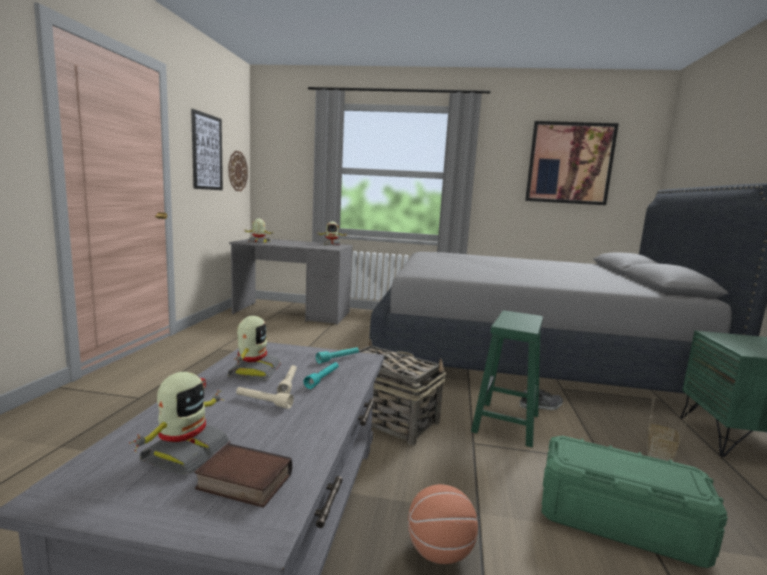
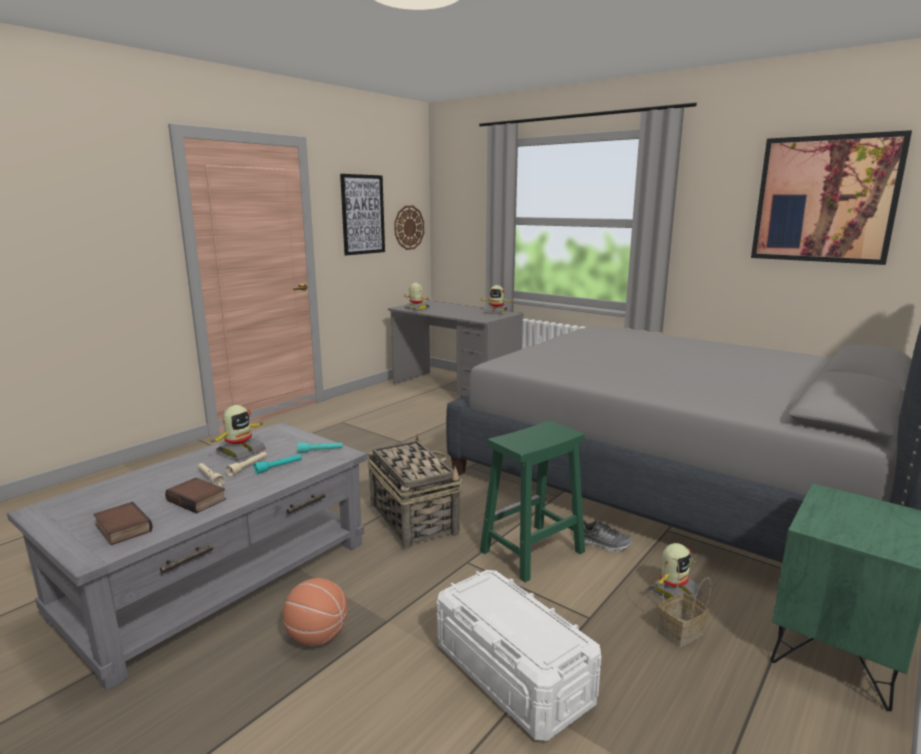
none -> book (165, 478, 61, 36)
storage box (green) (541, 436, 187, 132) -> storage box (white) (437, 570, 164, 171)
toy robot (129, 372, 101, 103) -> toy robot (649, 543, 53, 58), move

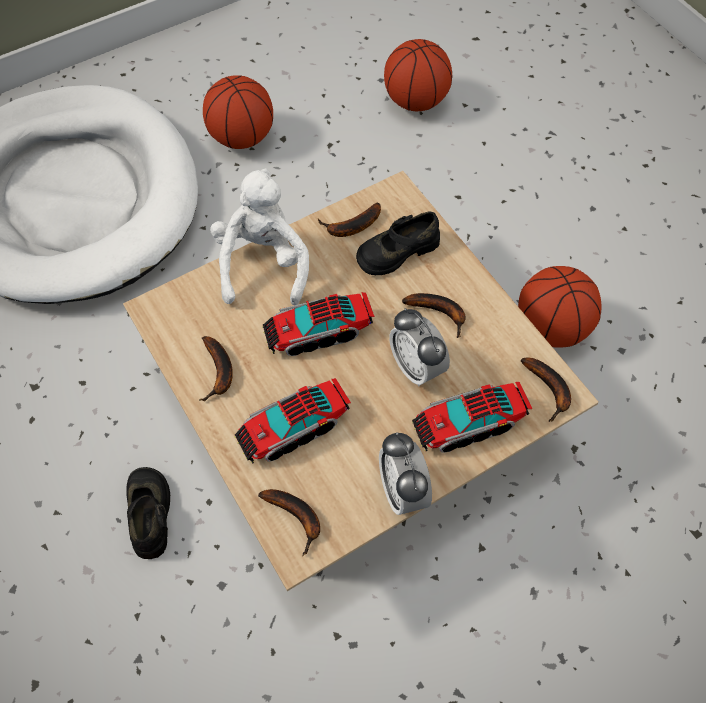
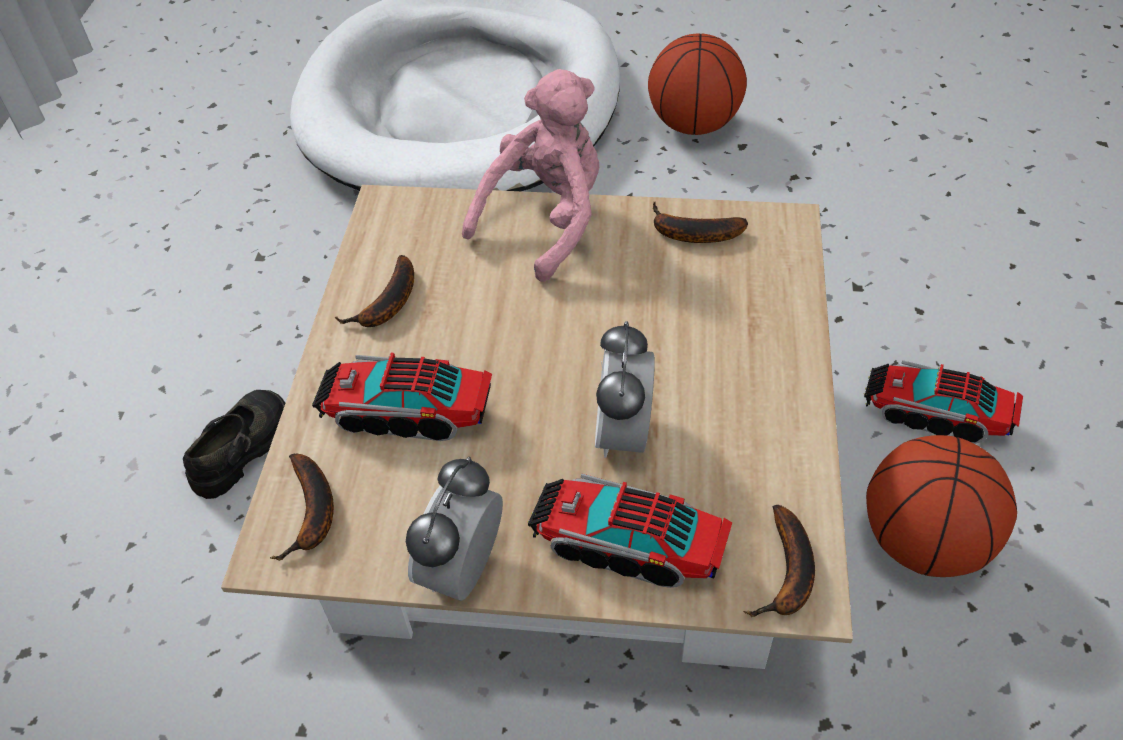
plush toy (white) (210, 168, 99, 137) -> plush toy (pink) (462, 69, 137, 213)
toy truck (262, 292, 113, 64) -> toy truck (864, 360, 159, 84), move
shoe (black) (356, 211, 84, 64) -> none
basketball (384, 39, 68, 72) -> none
banana (402, 293, 64, 45) -> none

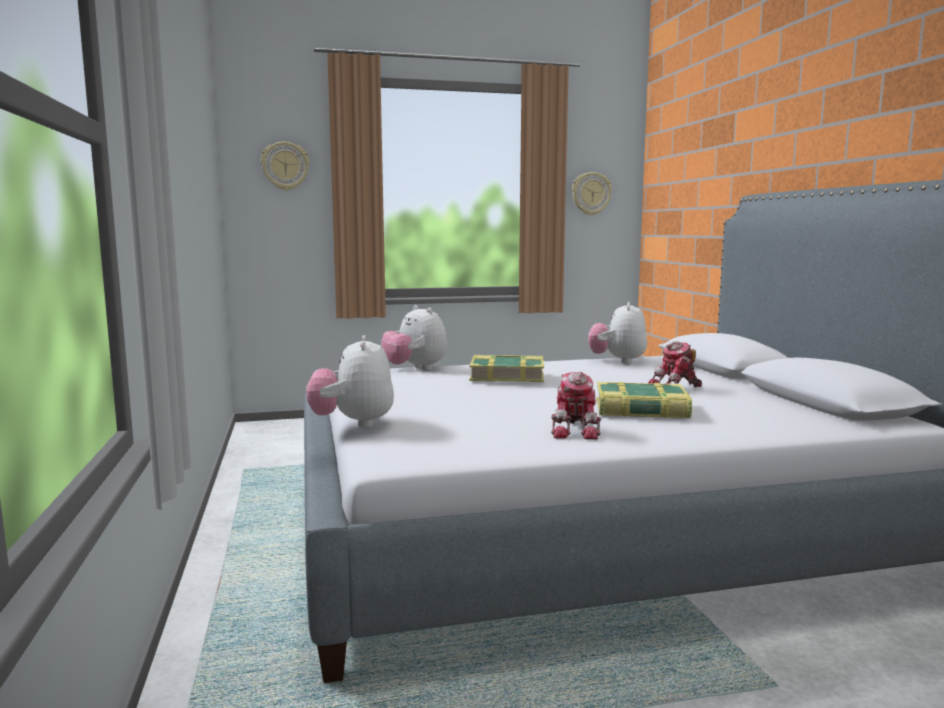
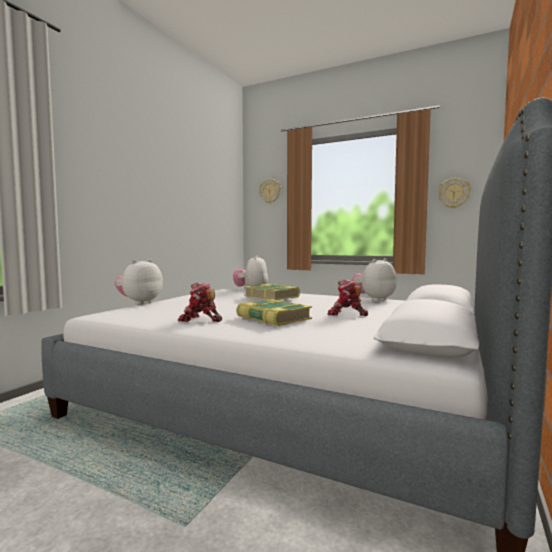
toy robot (551, 372, 50, 68) -> toy robot (178, 282, 44, 40), 60 degrees clockwise

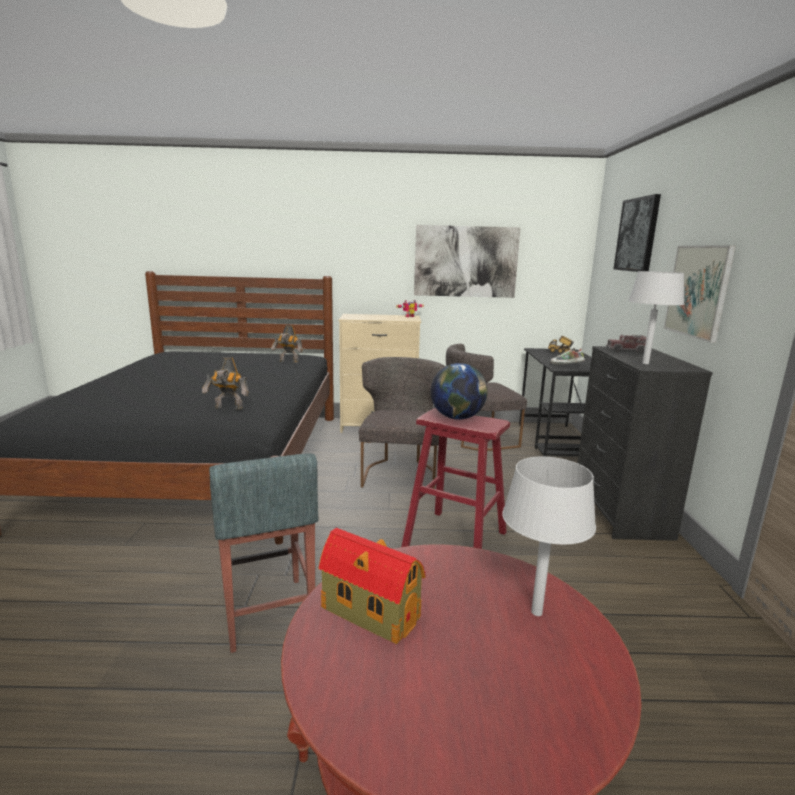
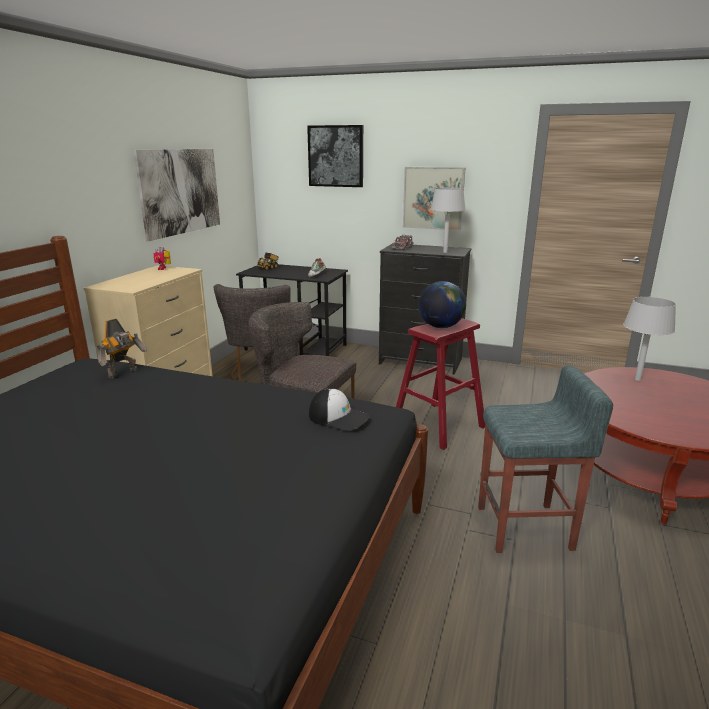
toy robot (202, 357, 47, 53) -> cap (309, 388, 61, 43)
toy house (318, 528, 108, 116) -> none

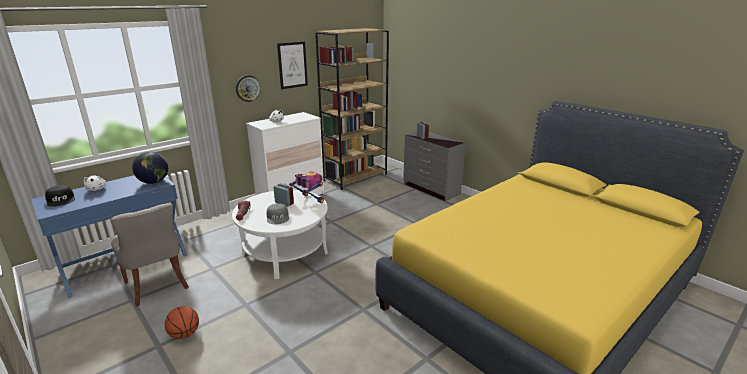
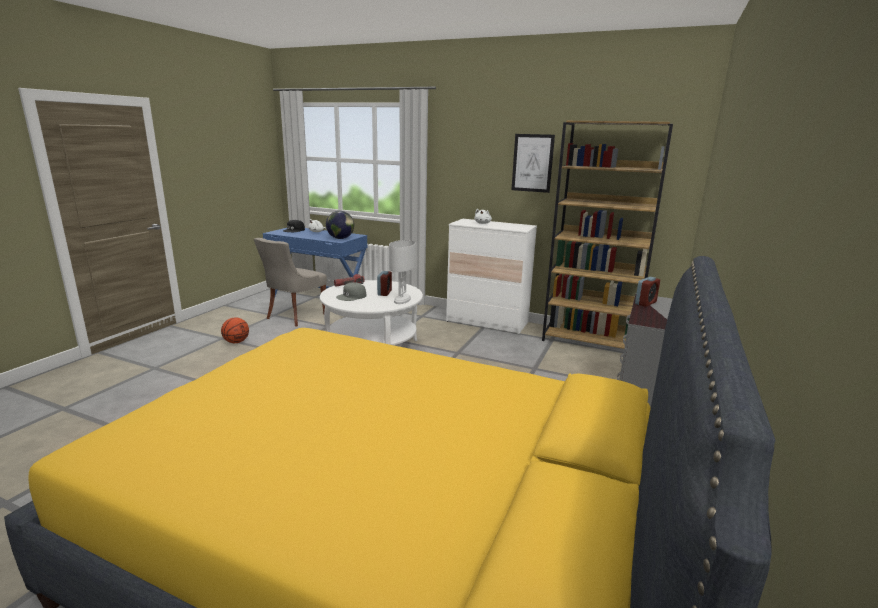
toy robot (289, 171, 35, 32) -> table lamp (white) (389, 240, 27, 64)
wall clock (236, 75, 25, 27) -> none

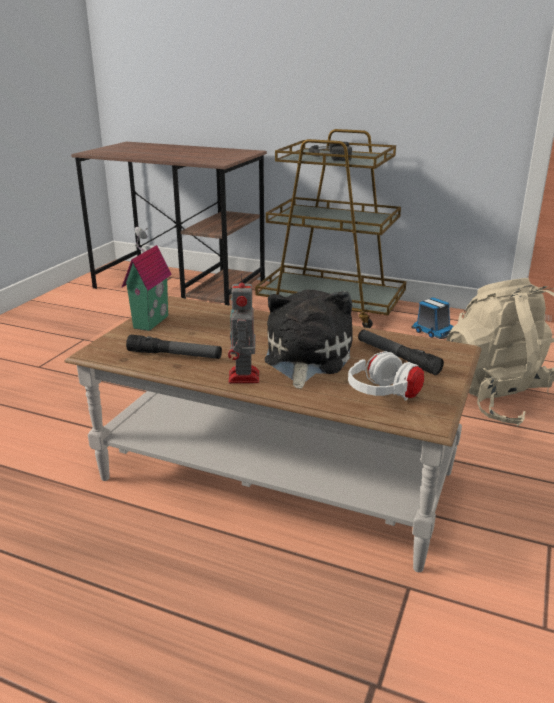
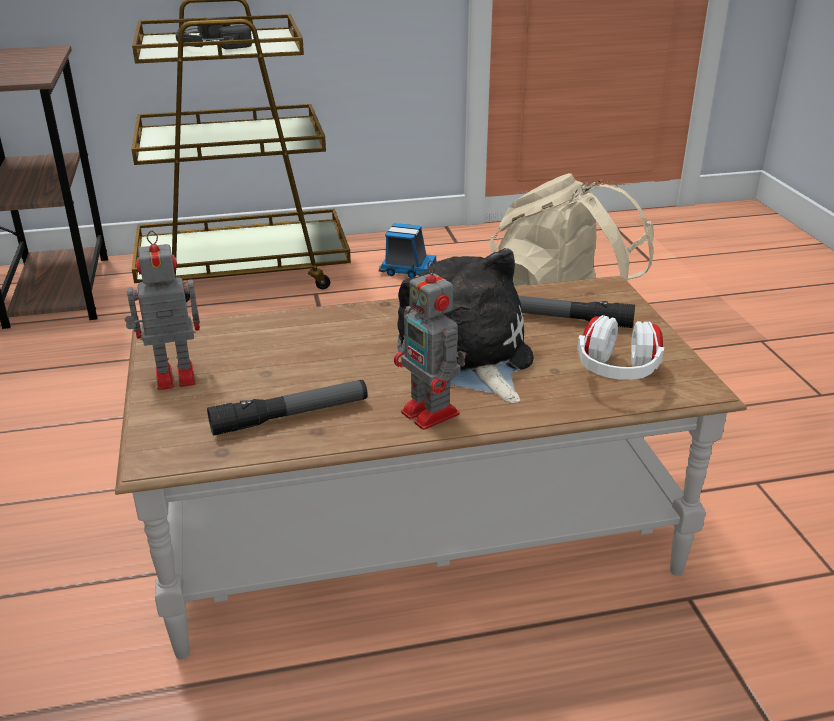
toy house (122, 227, 50, 104) -> toy robot (125, 230, 75, 160)

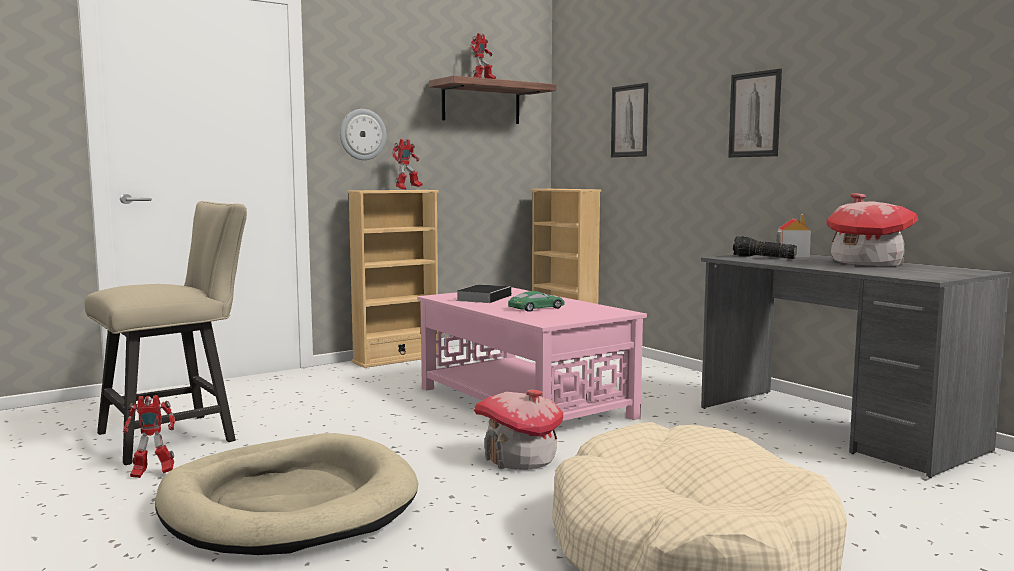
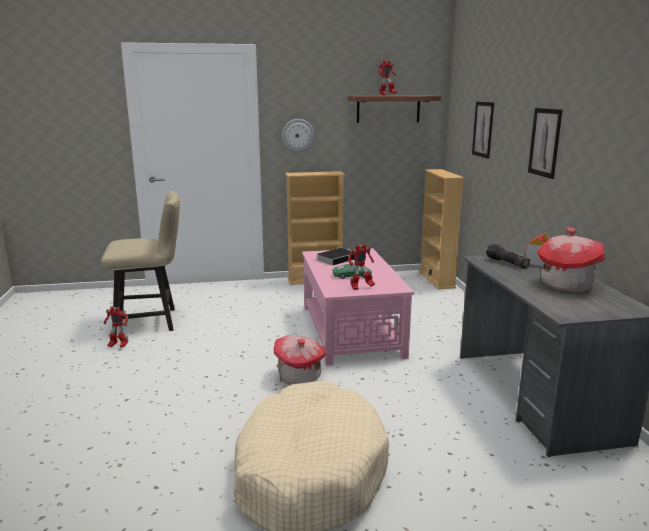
toy robot (392, 139, 31, 51) -> toy robot (348, 244, 27, 46), move
dog bed (beige) (155, 433, 263, 122) -> none

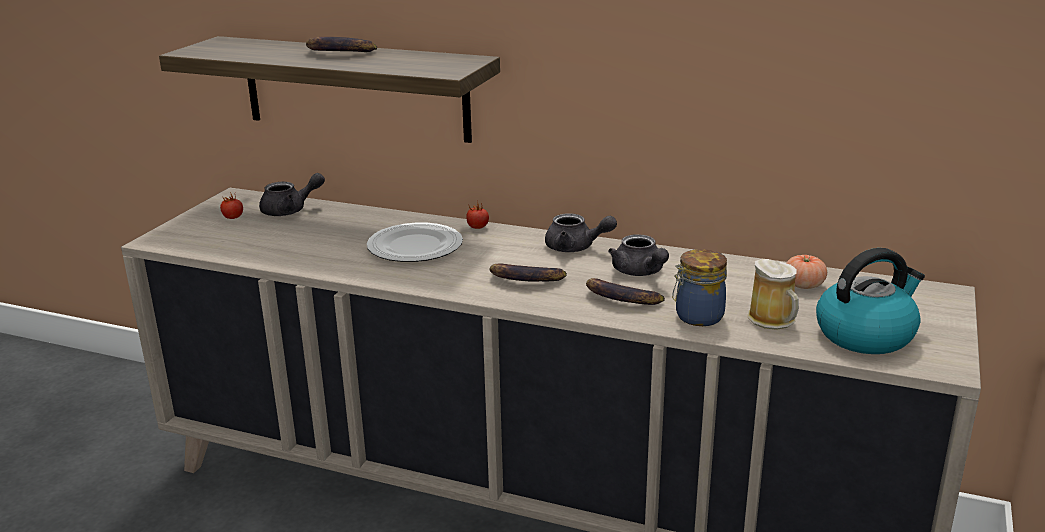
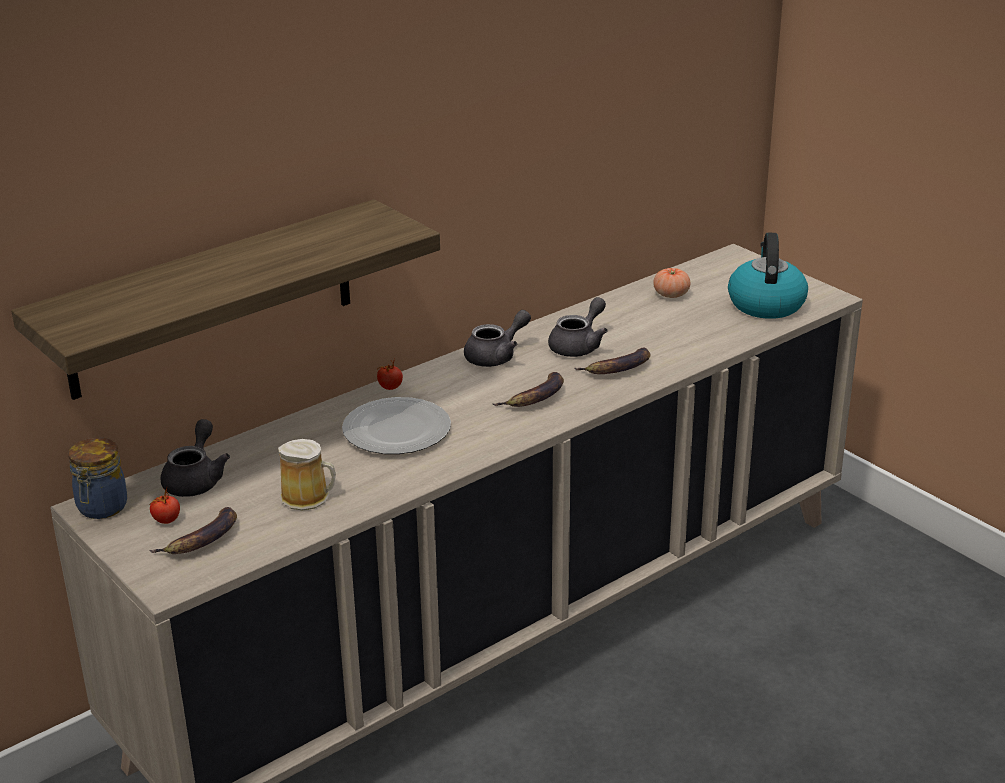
jar (672, 249, 55, 77) -> jar (69, 438, 58, 81), move
banana (306, 37, 71, 15) -> banana (149, 507, 88, 47), move
mug (748, 259, 51, 71) -> mug (278, 439, 58, 72), move
teapot (grey) (608, 234, 61, 42) -> teapot (grey) (548, 297, 60, 60), 60 degrees counterclockwise

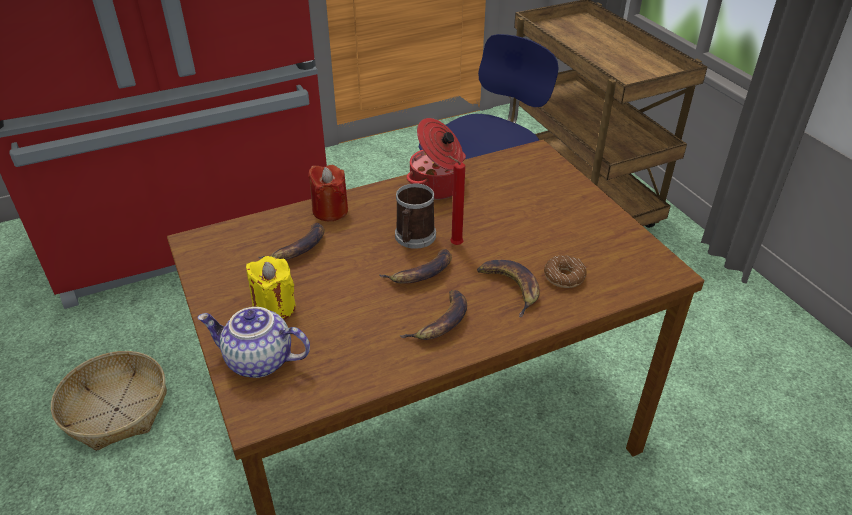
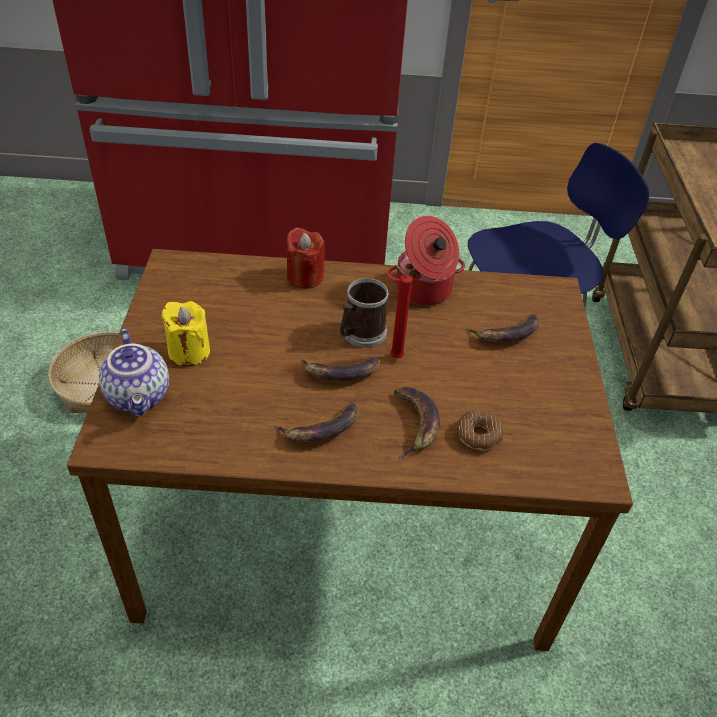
teapot (197, 307, 113, 71) -> teapot (99, 329, 70, 87), 150 degrees counterclockwise
banana (258, 223, 67, 37) -> banana (466, 314, 74, 28), move

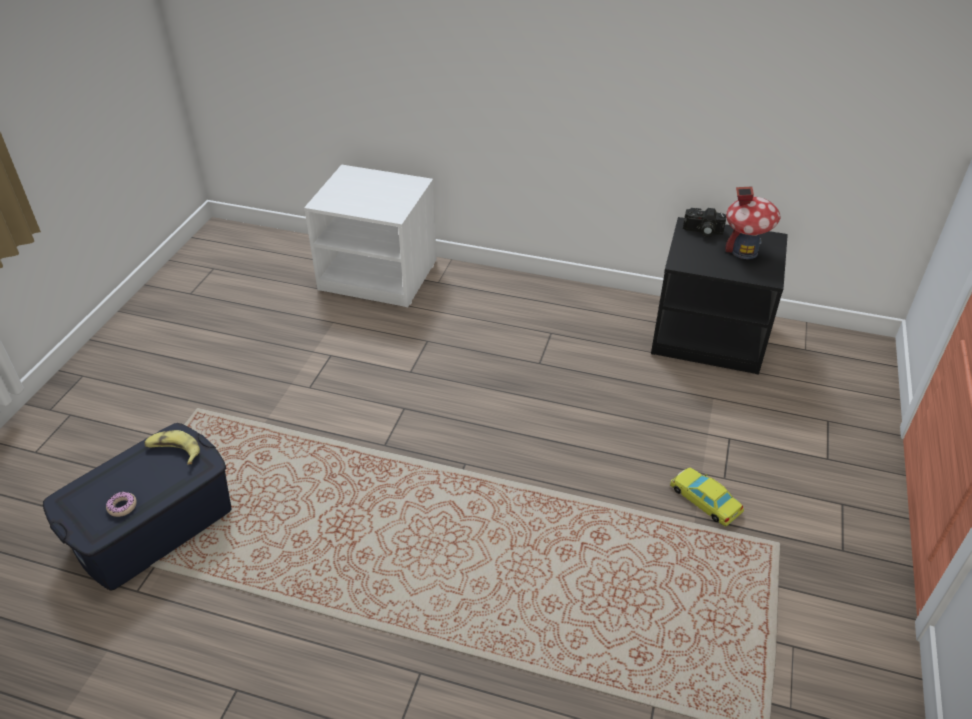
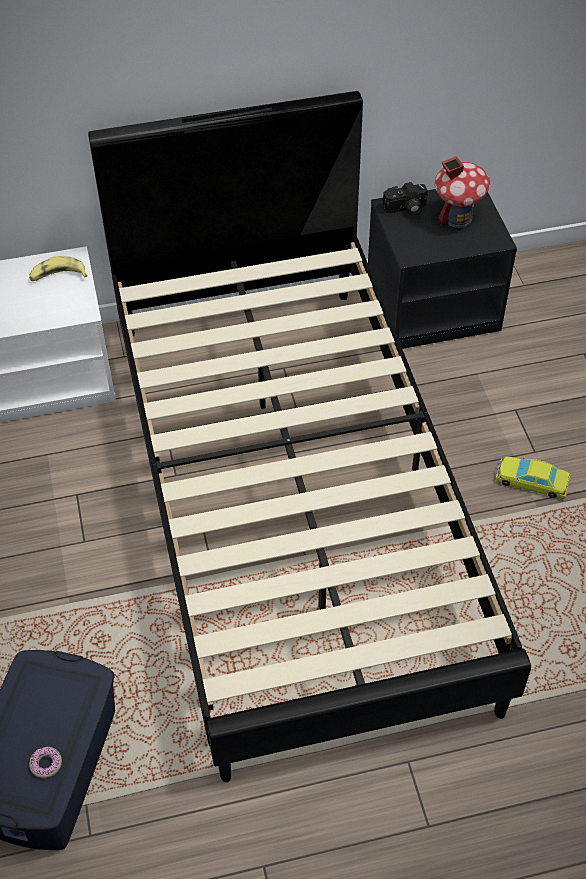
banana (144, 430, 56, 35) -> banana (29, 256, 58, 25), move
none -> bed (black) (88, 91, 443, 691)

